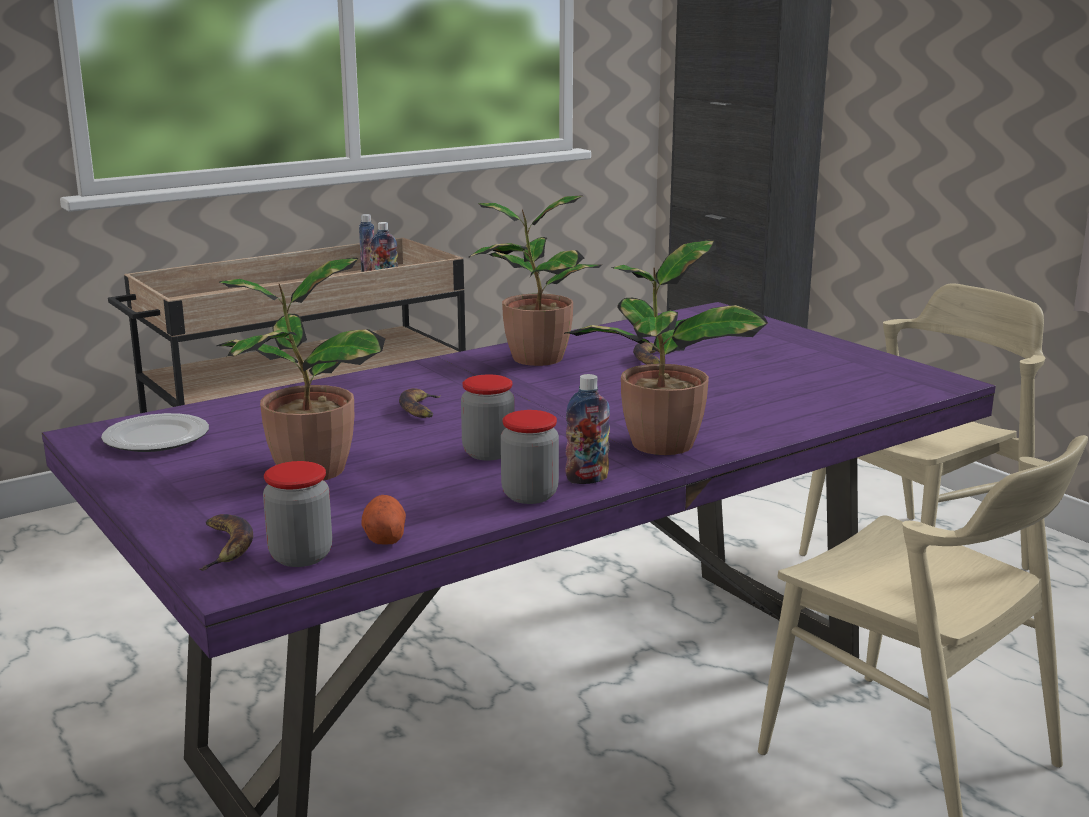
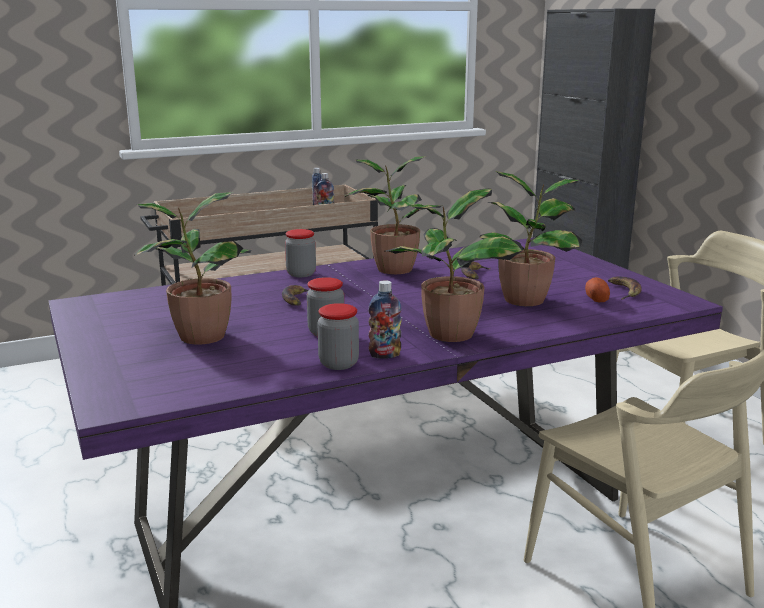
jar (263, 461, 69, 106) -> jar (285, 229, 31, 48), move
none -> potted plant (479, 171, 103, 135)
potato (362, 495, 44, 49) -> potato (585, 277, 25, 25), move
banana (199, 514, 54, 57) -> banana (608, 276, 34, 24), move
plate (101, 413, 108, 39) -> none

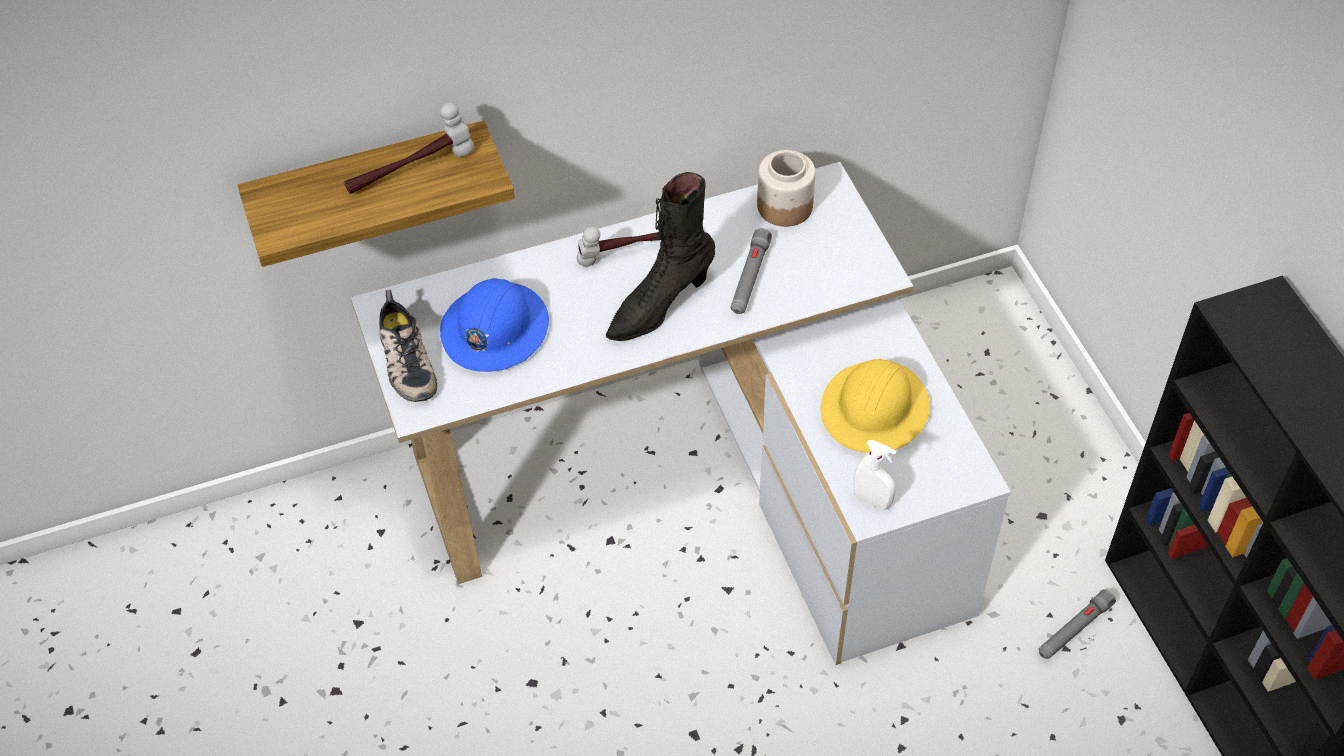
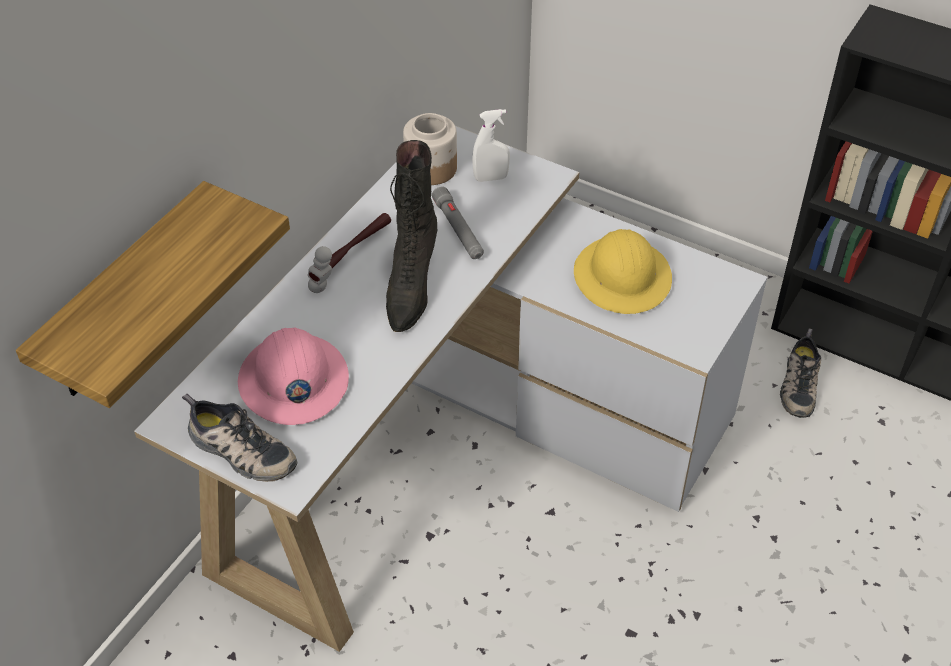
hard hat (blue) (440, 278, 109, 94) -> hard hat (pink) (238, 327, 111, 98)
spray bottle (white) (854, 440, 42, 70) -> spray bottle (white) (472, 109, 38, 73), move
flashlight (grey) (1039, 589, 77, 70) -> shoe (780, 328, 41, 90)
hammer (343, 102, 131, 92) -> none

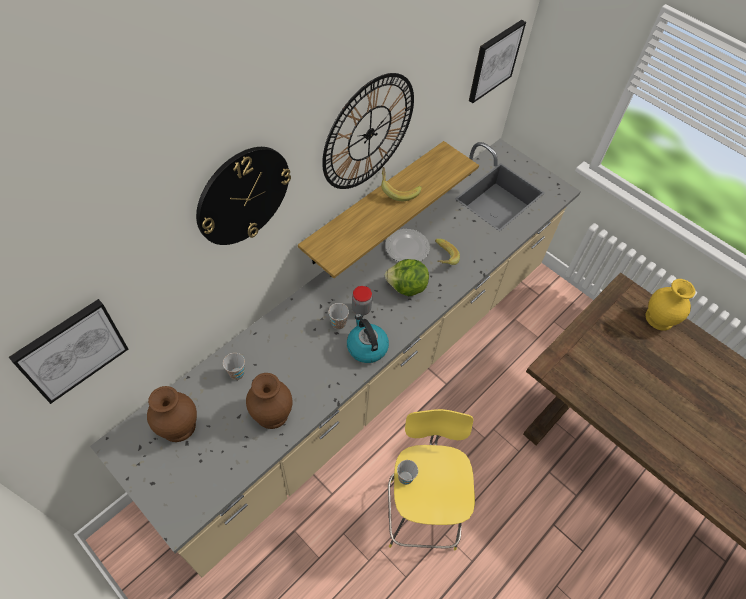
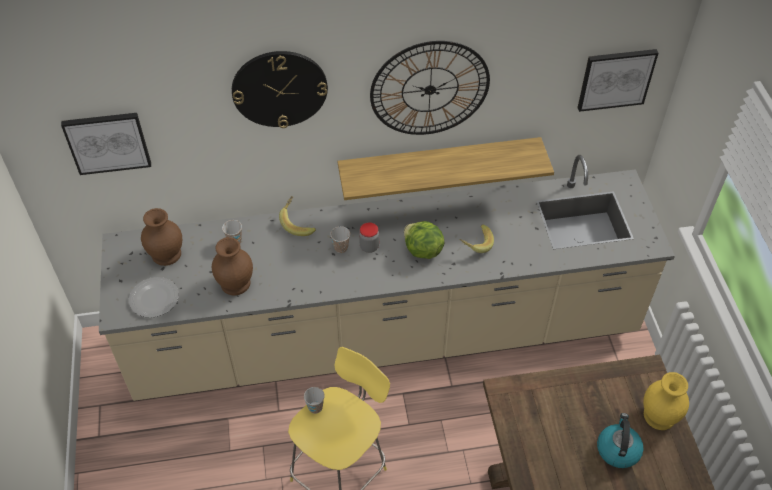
plate (385, 229, 45, 33) -> plate (129, 277, 50, 41), move
banana (381, 167, 41, 34) -> banana (279, 196, 37, 40), move
kettle (347, 314, 42, 49) -> kettle (597, 413, 47, 55), move

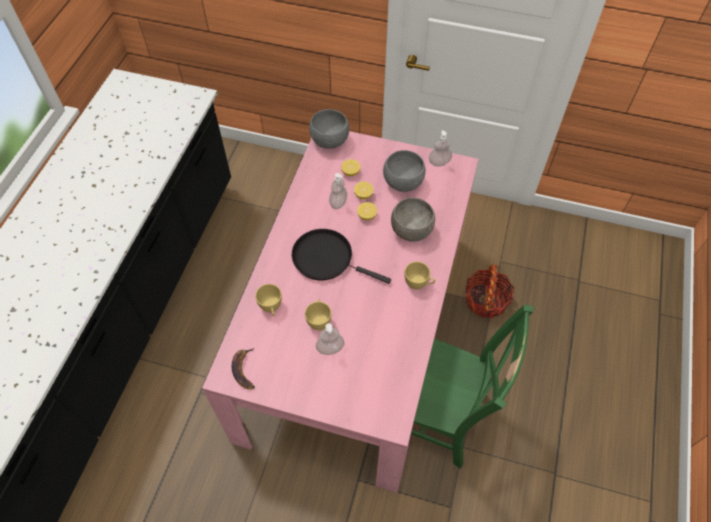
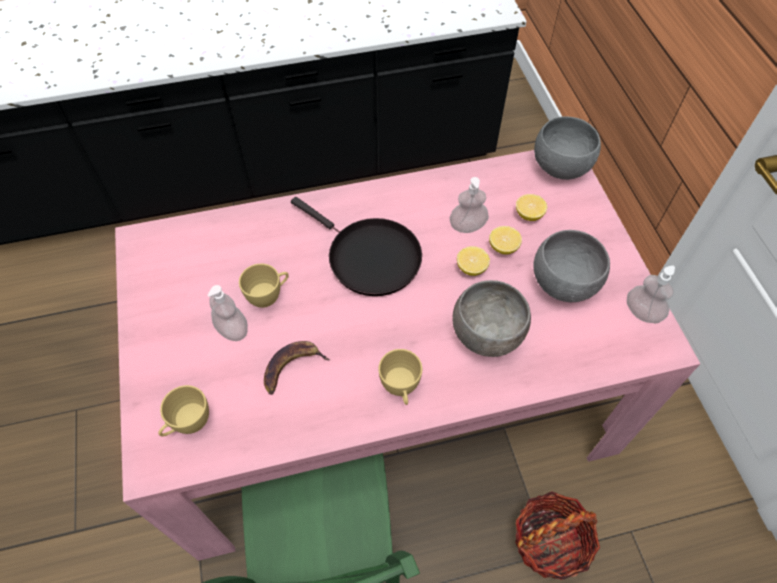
cup (yellow) (255, 284, 27, 32) -> cup (yellow) (158, 385, 51, 51), move
banana (232, 348, 23, 41) -> banana (264, 341, 66, 54), move
frying pan (black) (292, 229, 99, 55) -> frying pan (black) (291, 197, 131, 99), 135 degrees clockwise

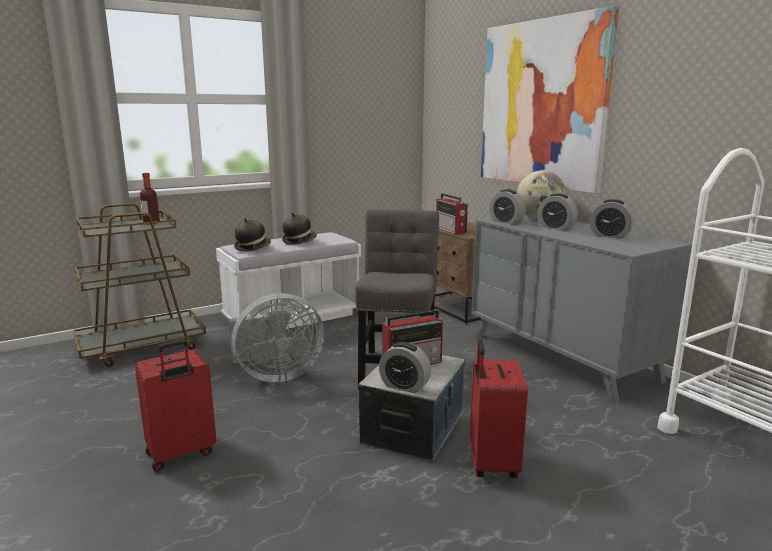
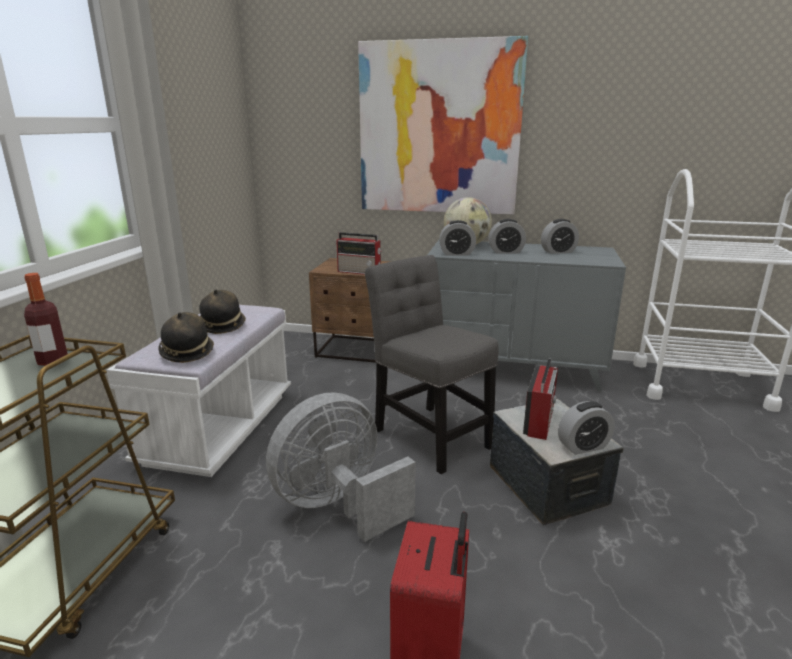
fan (grey) (229, 293, 95, 90) -> fan (grey) (266, 392, 150, 150), 150 degrees counterclockwise
suitcase (red) (470, 339, 58, 139) -> none

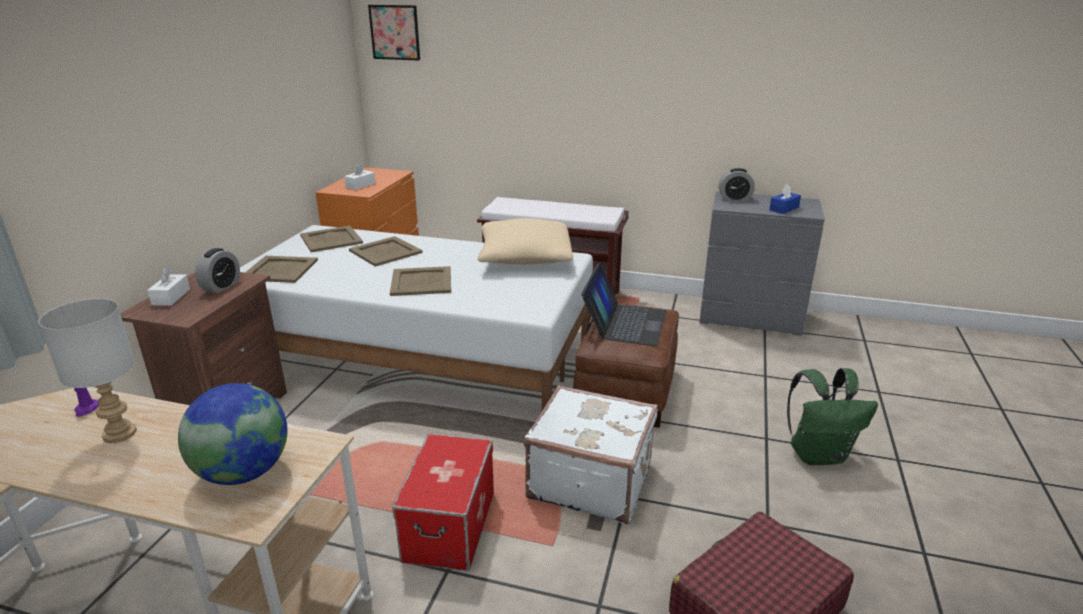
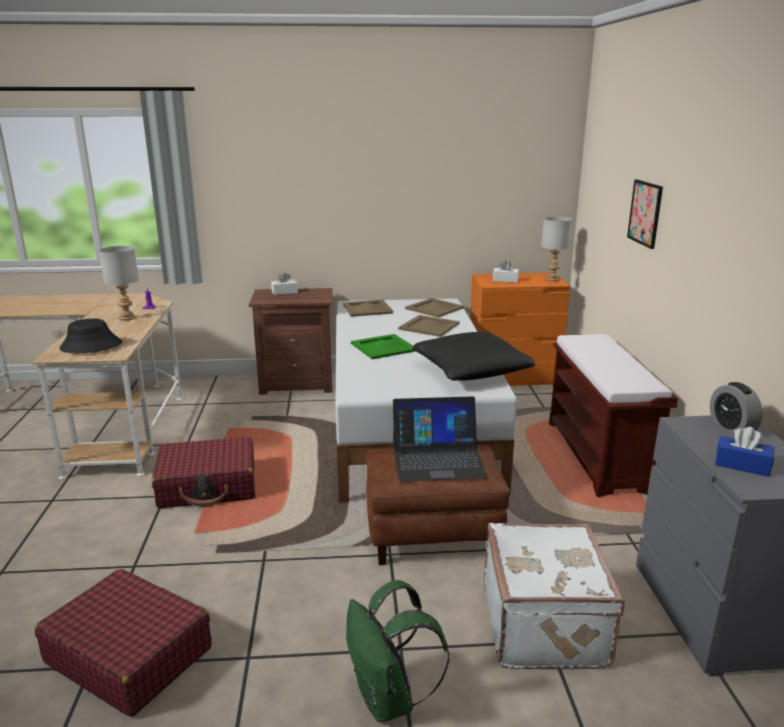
globe (178, 383, 109, 102) -> hat (black) (60, 319, 62, 34)
storage box (392, 433, 102, 138) -> suitcase (red) (152, 436, 103, 72)
tray (beige) (390, 266, 61, 30) -> tray (green) (351, 334, 64, 25)
pillow (beige) (478, 218, 95, 47) -> pillow (black) (413, 331, 122, 50)
suitcase (white) (524, 385, 134, 139) -> suitcase (white) (484, 523, 141, 146), move
none -> table lamp (grey) (541, 216, 32, 65)
picture (368, 5, 52, 56) -> picture (627, 179, 36, 70), move
alarm clock (195, 248, 45, 45) -> none

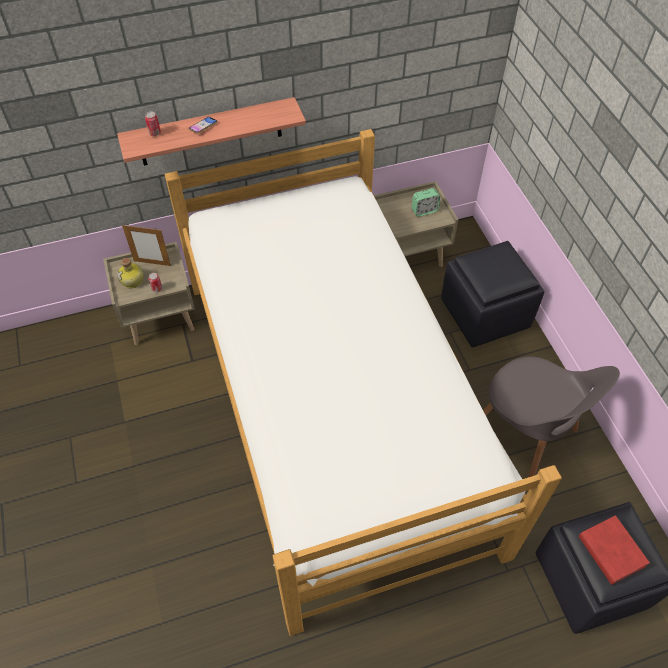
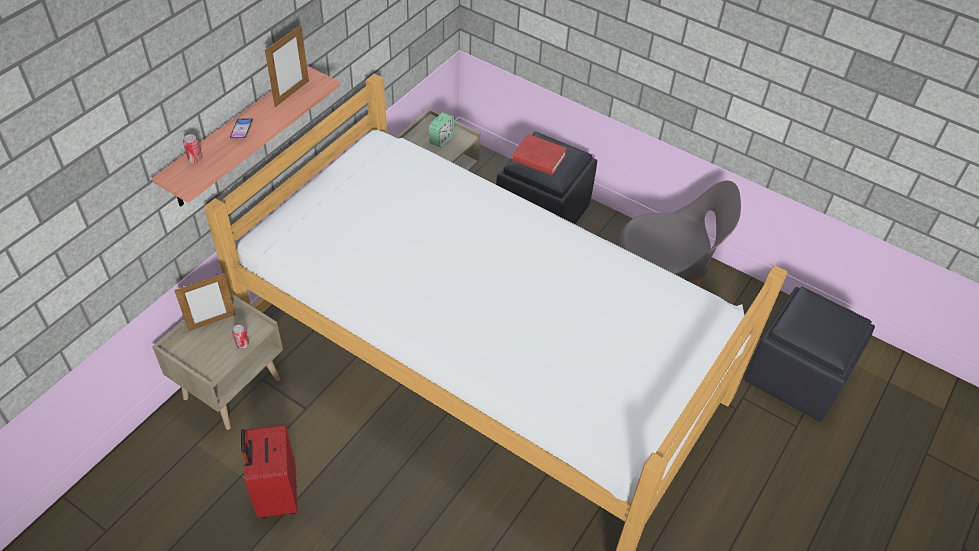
none -> suitcase (red) (241, 425, 57, 93)
none -> picture frame (265, 25, 44, 82)
book (red) (578, 515, 72, 70) -> book (red) (512, 134, 55, 41), move
bottle (117, 258, 26, 30) -> none

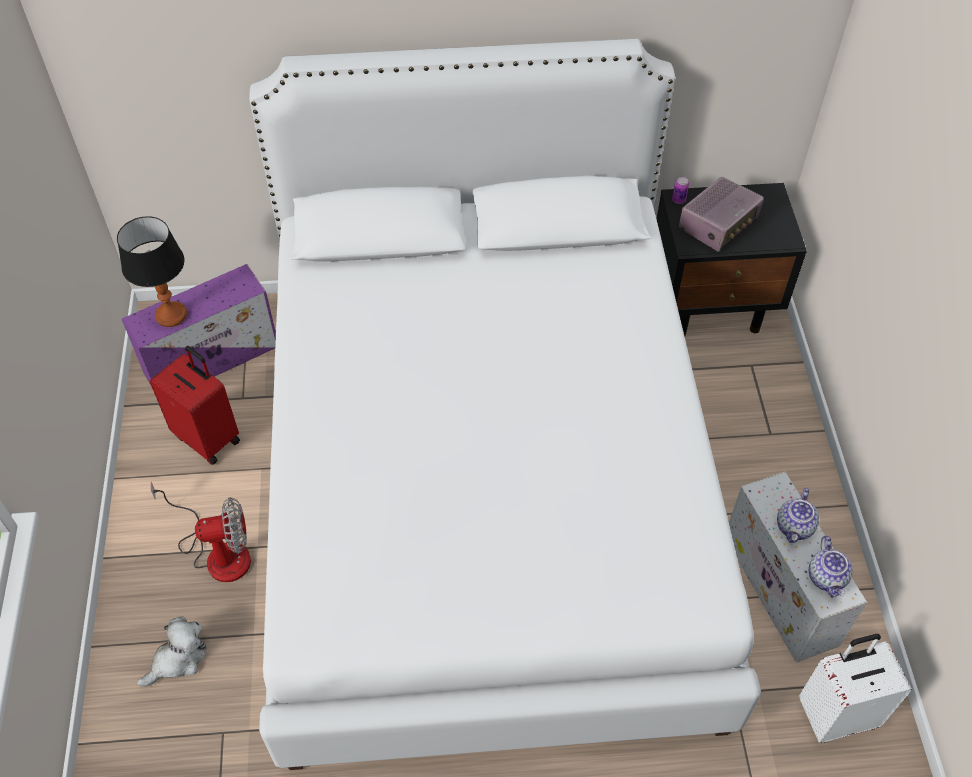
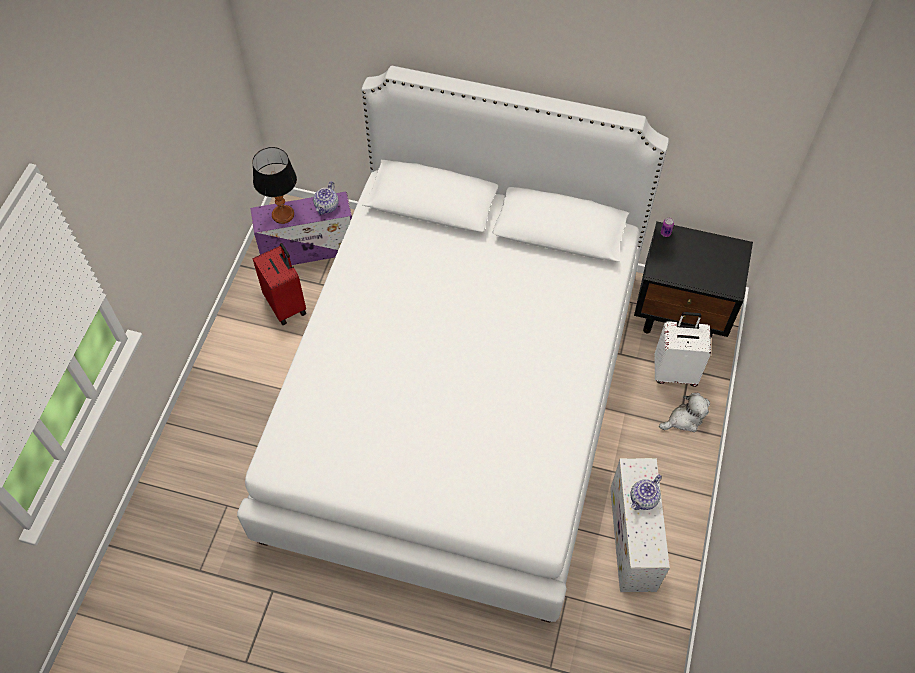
teapot (809, 536, 44, 61) -> teapot (313, 181, 25, 34), move
suitcase (white) (799, 634, 113, 109) -> suitcase (white) (655, 312, 56, 75), move
plush toy (137, 617, 70, 70) -> plush toy (659, 393, 51, 39), move
fan (151, 482, 100, 100) -> none
radio (679, 177, 85, 75) -> none

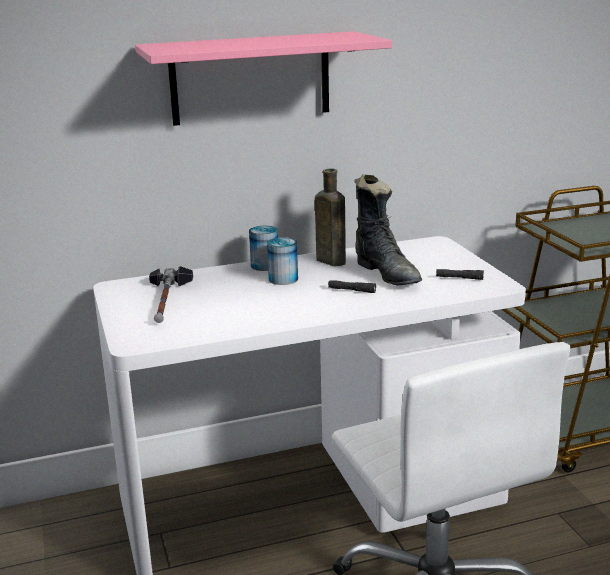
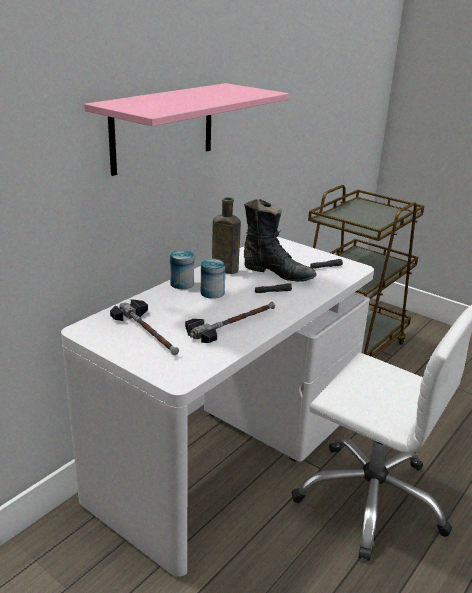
none -> hammer (185, 302, 90, 41)

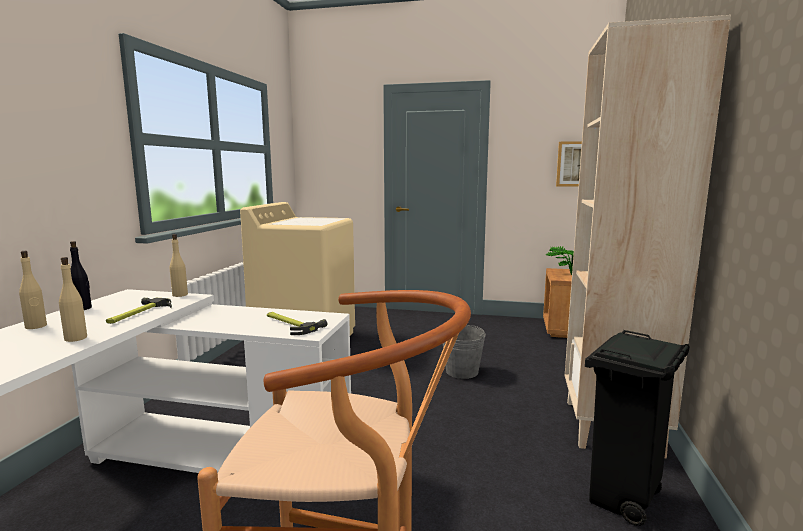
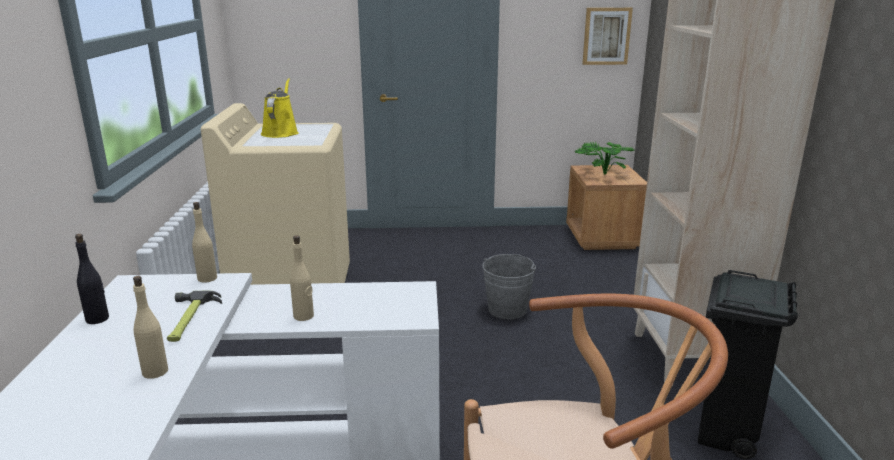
none -> watering can (yellow) (261, 78, 38, 60)
bottle (beige) (19, 251, 28, 78) -> bottle (beige) (290, 235, 24, 86), move
hammer (267, 312, 60, 23) -> none

